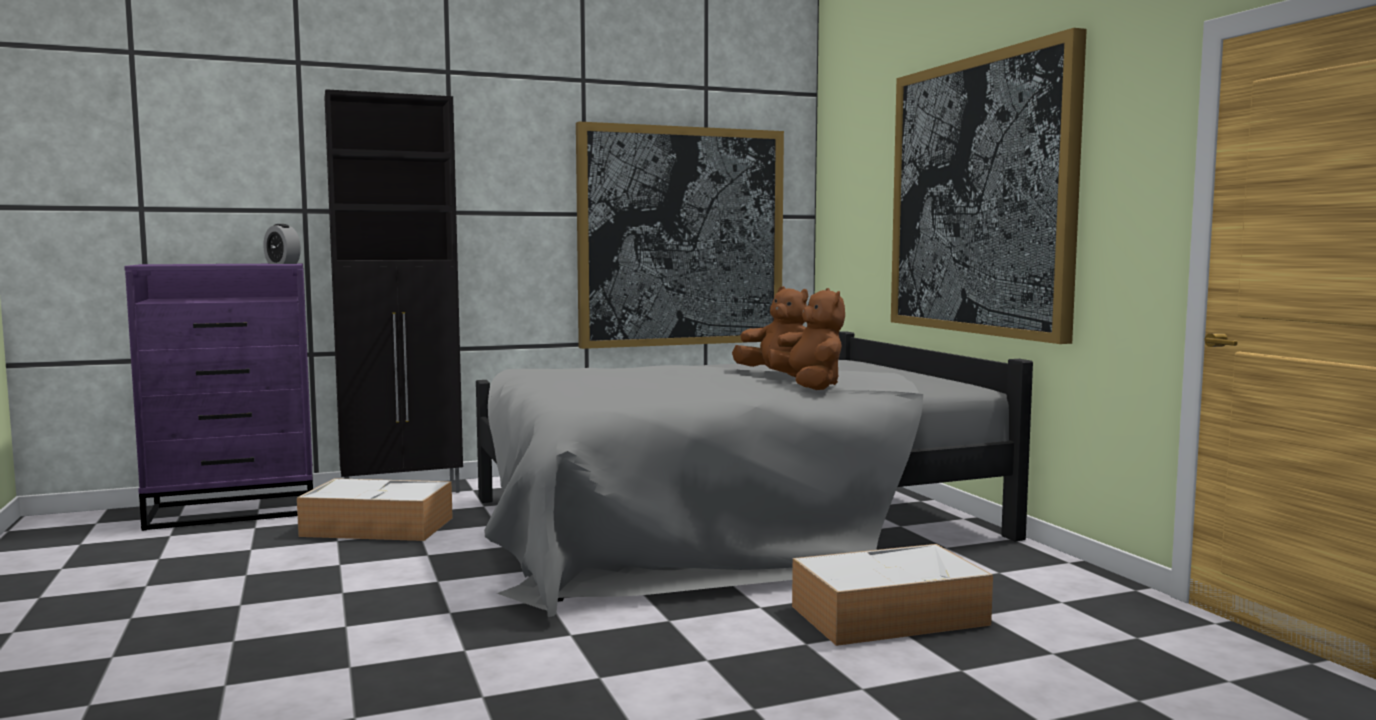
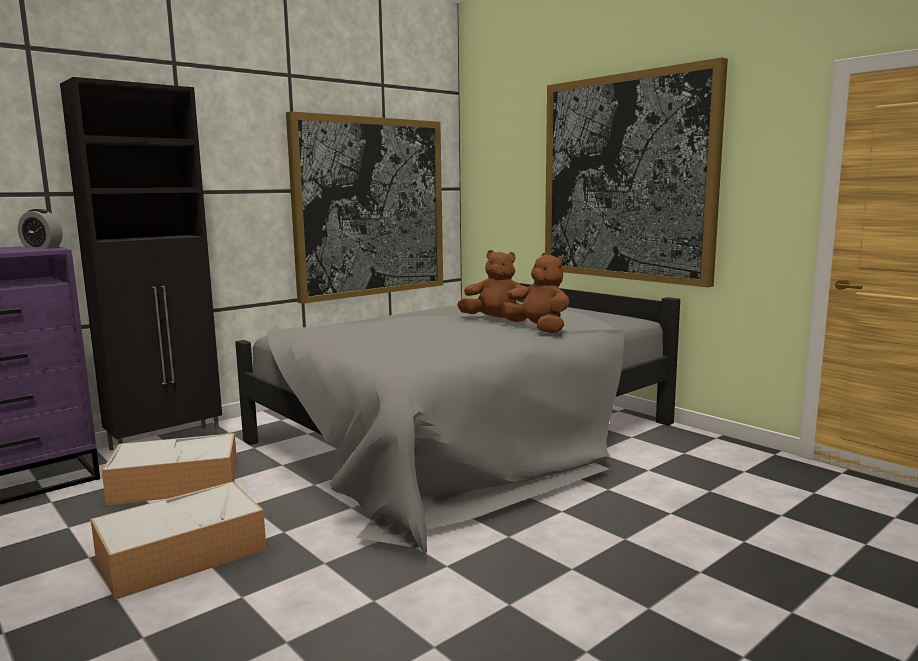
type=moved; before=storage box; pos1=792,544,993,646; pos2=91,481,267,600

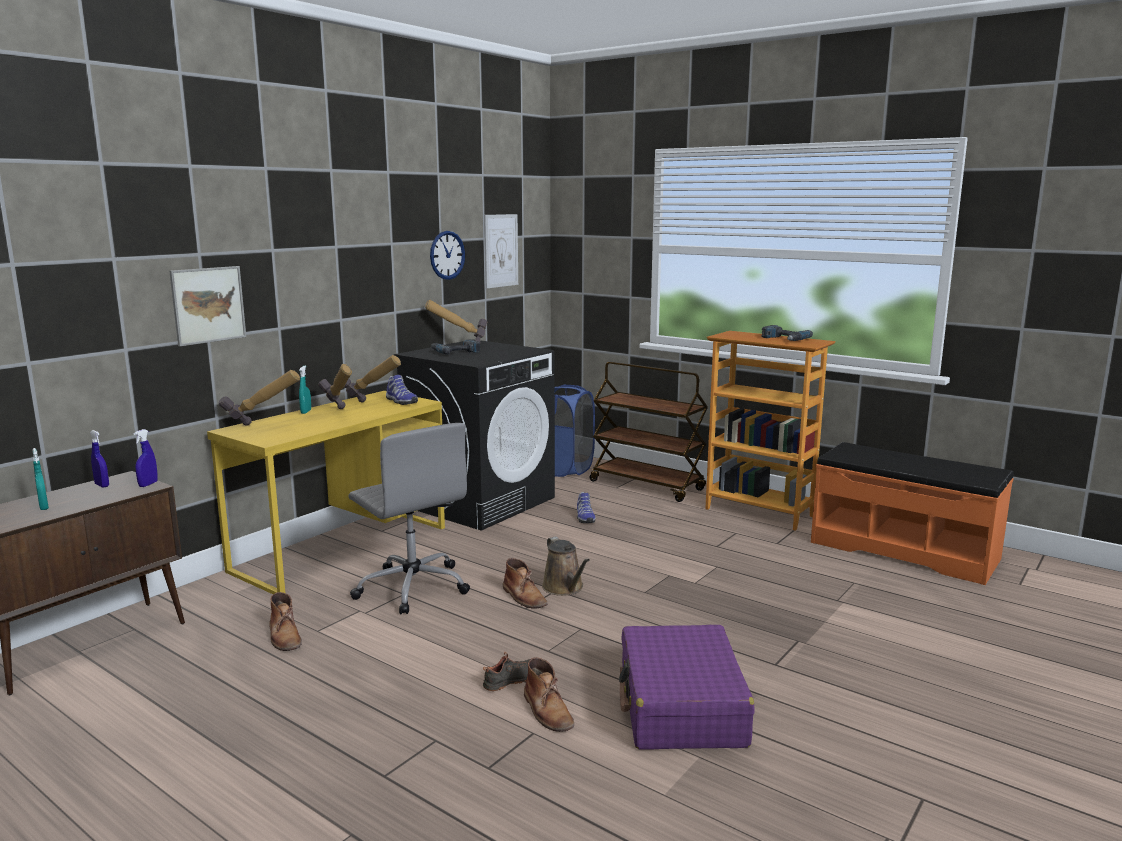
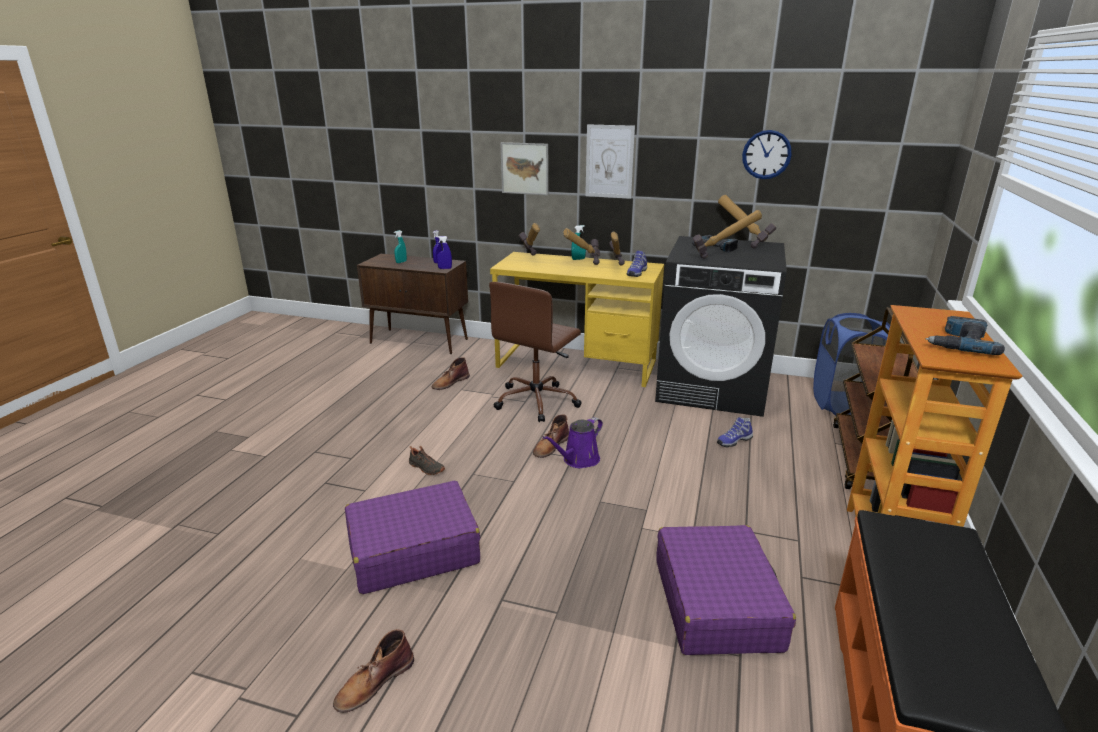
type=moved; before=picture; pos1=484,214,518,288; pos2=585,124,635,199
type=recoloured; before=office chair (grey); after=office chair (brown); pos1=349,423,470,614; pos2=489,282,582,422
type=recoloured; before=watering can (brown); after=watering can (purple); pos1=542,536,590,596; pos2=543,417,603,468
type=moved; before=boot (brown); pos1=524,657,574,732; pos2=333,629,414,713
type=added; after=hammer; pos2=693,210,762,258
type=added; after=suitcase (purple); pos2=656,525,796,655

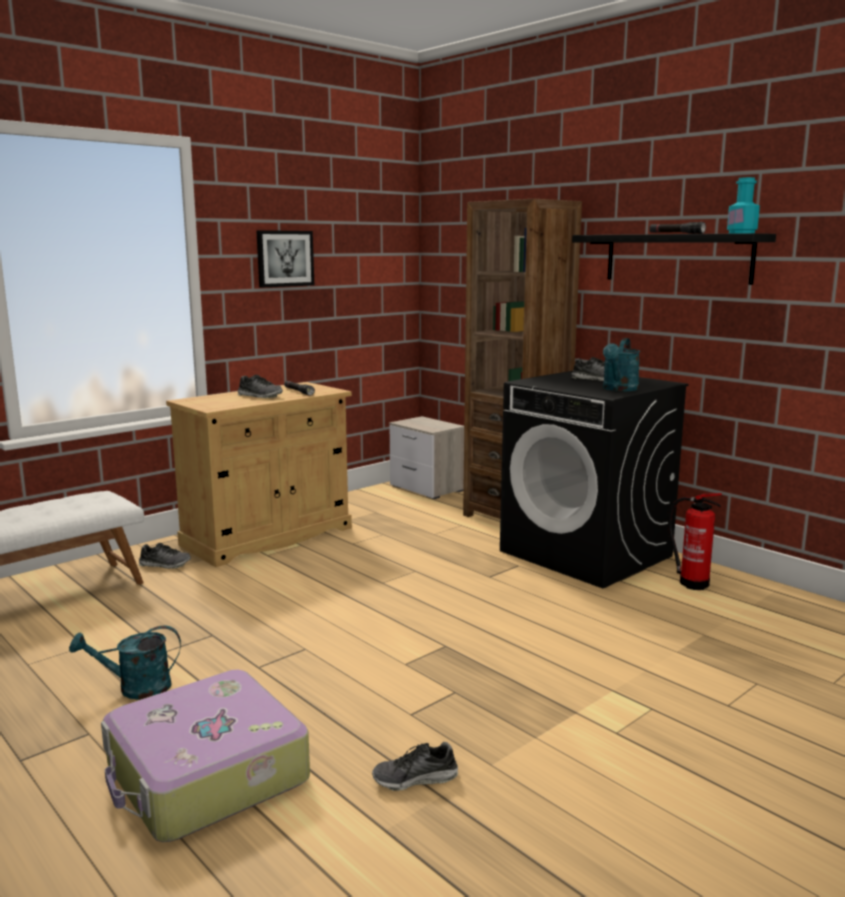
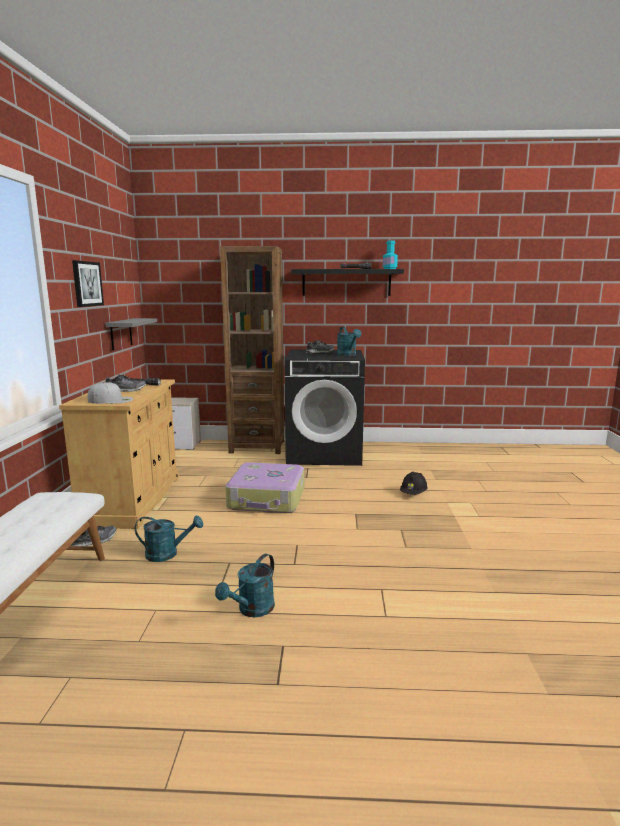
type=removed; before=fire extinguisher; pos1=668,493,722,590
type=moved; before=suitcase; pos1=101,670,310,842; pos2=225,462,304,513
type=removed; before=shoe; pos1=372,742,458,791
type=added; after=shelf (grey); pos2=105,318,157,351
type=added; after=cap (white); pos2=88,382,133,404
type=added; after=hard hat (black); pos2=400,472,428,495
type=added; after=watering can (turquoise); pos2=135,516,203,562

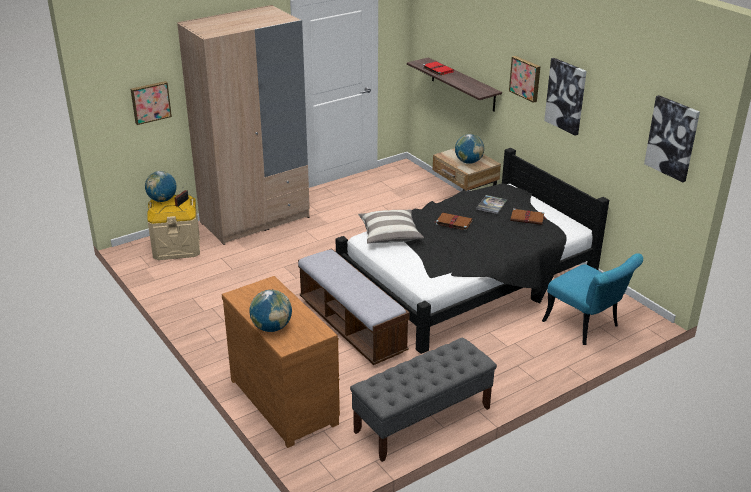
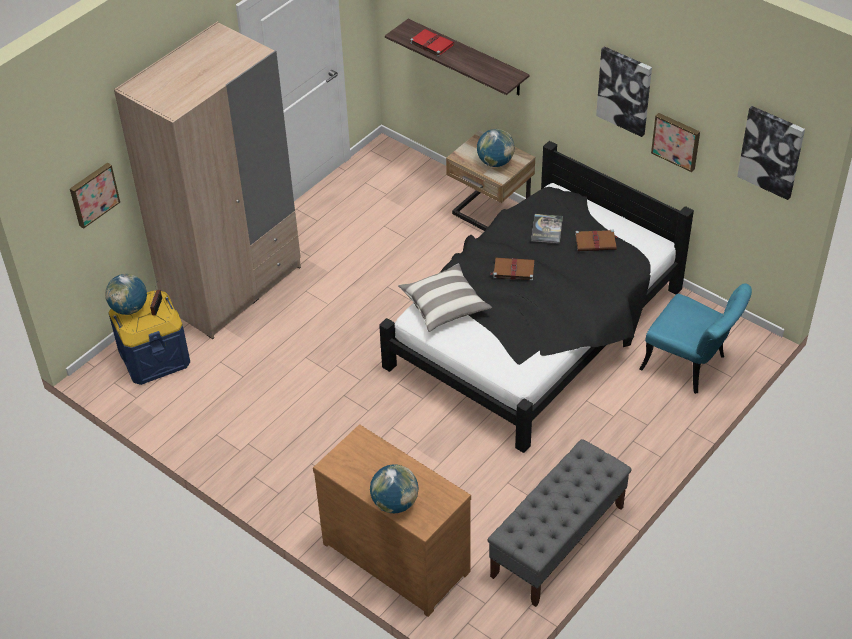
type=moved; before=picture; pos1=509,56,541,103; pos2=651,113,700,172
type=recoloured; before=storage box (beige); after=storage box (blue); pos1=147,195,200,260; pos2=109,290,190,385
type=removed; before=bench; pos1=298,248,410,365

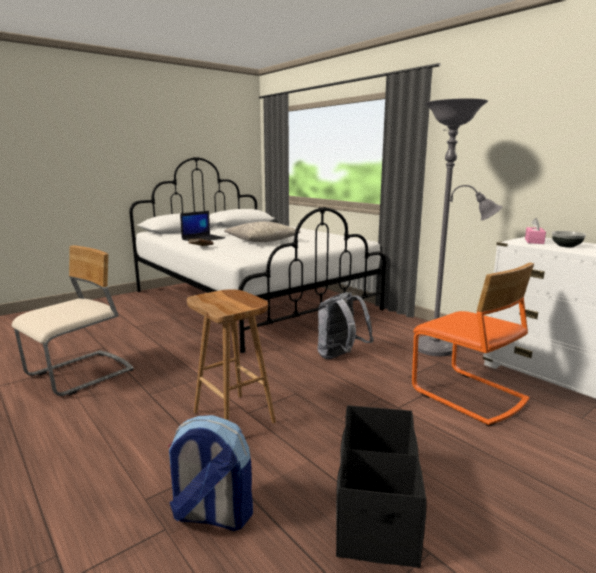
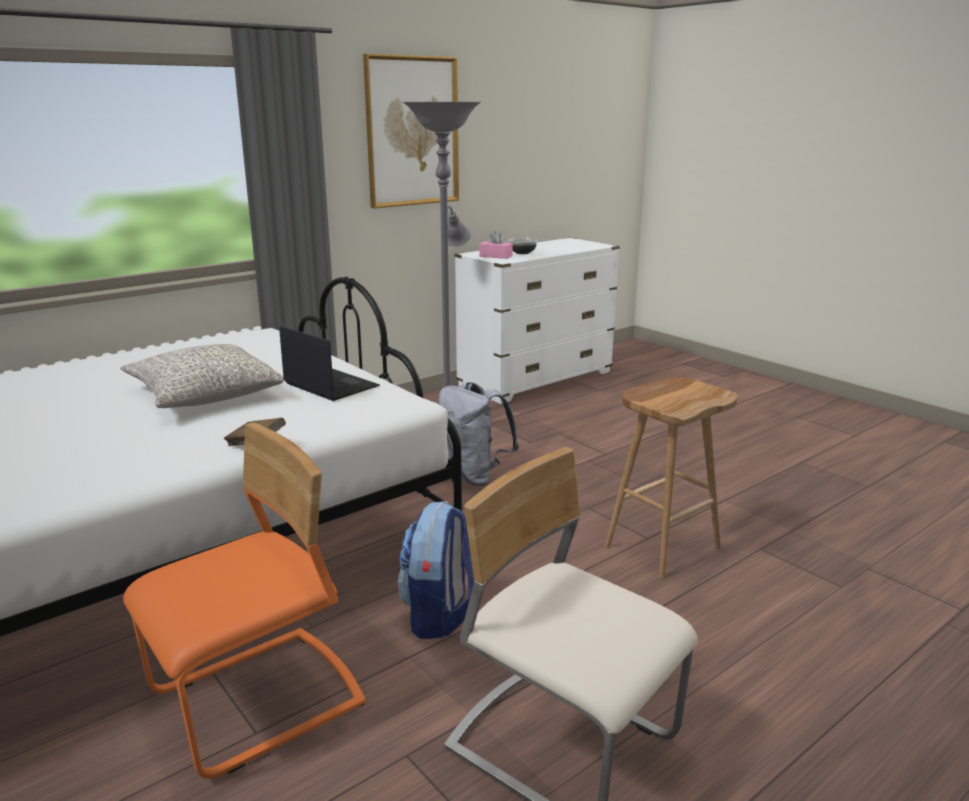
type=moved; before=laptop; pos1=180,211,225,241; pos2=279,326,380,401
type=moved; before=chair (orange); pos1=412,263,534,426; pos2=123,422,366,779
type=removed; before=storage box (black); pos1=336,405,427,568
type=moved; before=backpack; pos1=168,415,253,531; pos2=397,501,475,639
type=added; after=picture; pos2=363,54,459,209

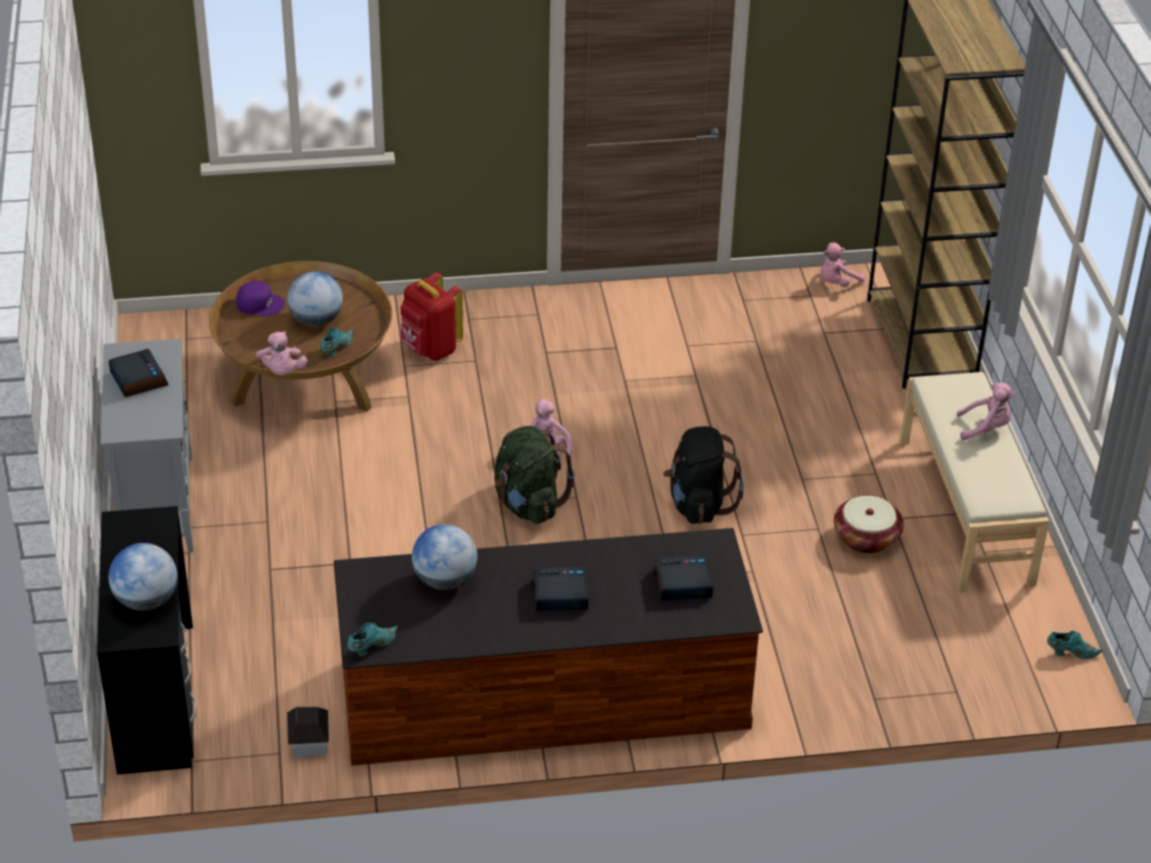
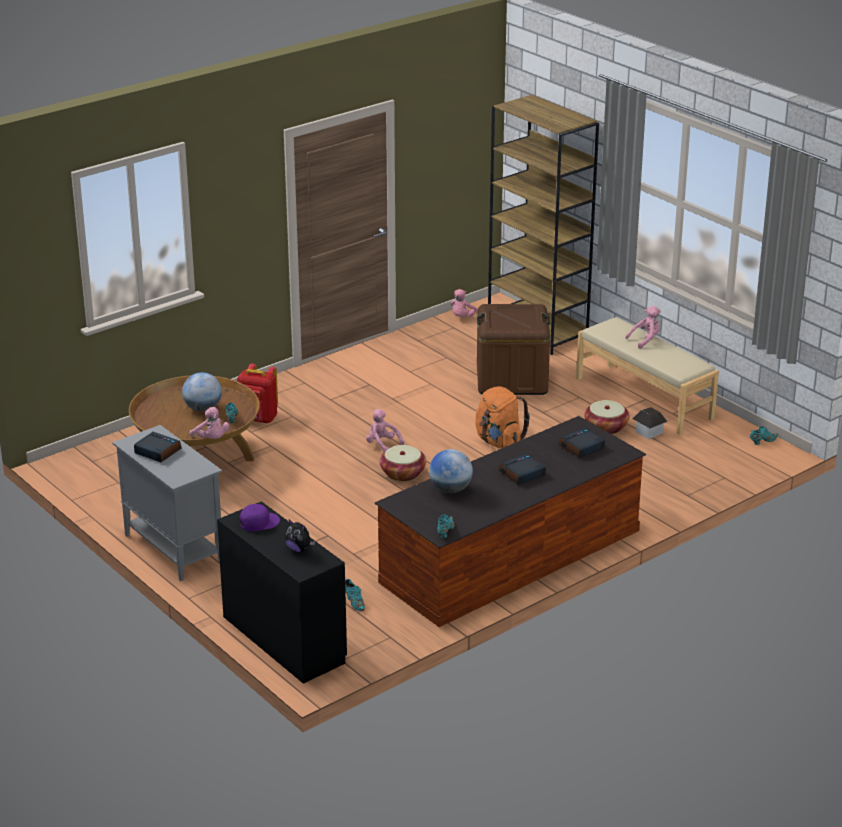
type=moved; before=cap (purple); pos1=236,281,285,316; pos2=240,504,280,532
type=replaced; before=backpack (green); after=basket; pos1=495,426,575,524; pos2=379,445,426,481
type=recoloured; before=backpack (black); after=backpack (orange); pos1=663,426,744,524; pos2=475,386,530,448
type=replaced; before=globe; after=plush toy; pos1=109,543,177,611; pos2=285,520,315,552
type=moved; before=toy house; pos1=287,707,329,758; pos2=632,407,668,439
type=added; after=storage box (brown); pos2=477,304,550,395
type=added; after=shoe (turquoise); pos2=345,579,365,611

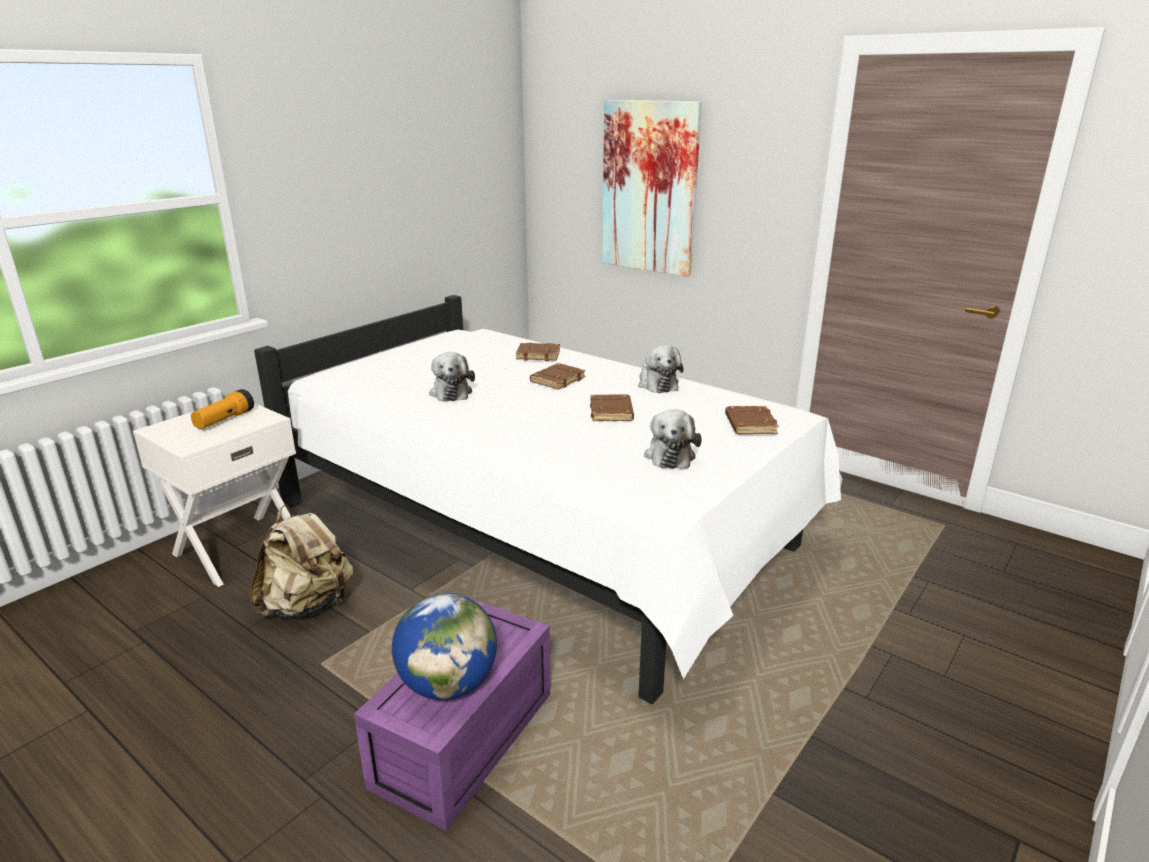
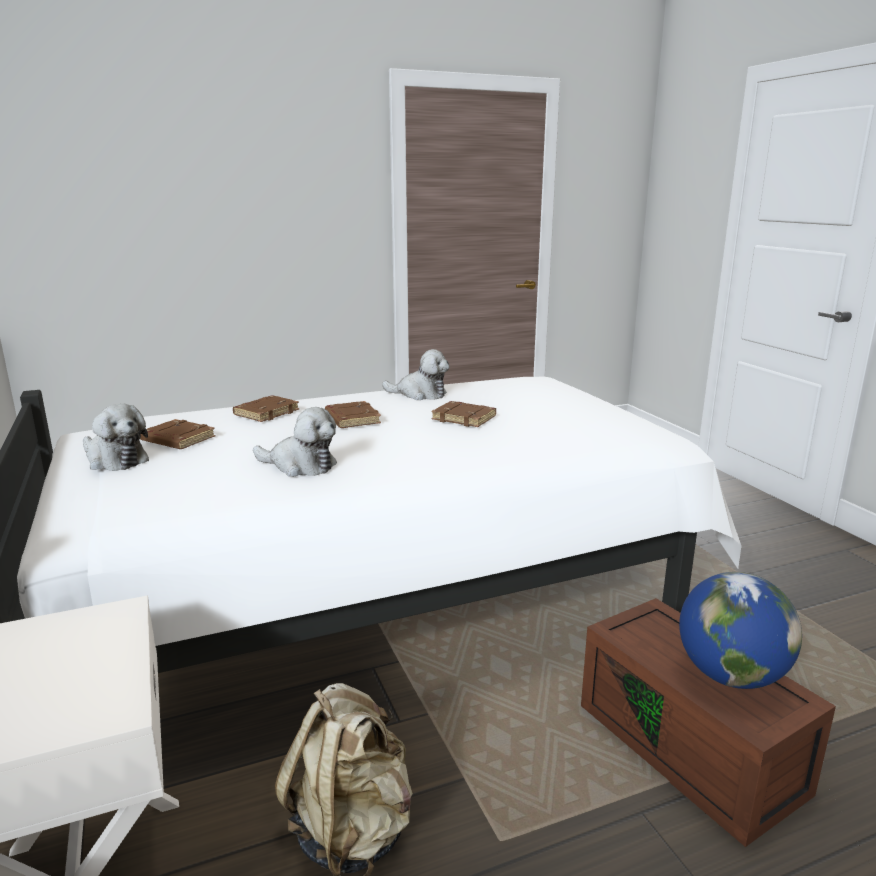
type=removed; before=picture; pos1=602,100,702,277
type=removed; before=flashlight; pos1=191,389,254,429
type=moved; before=book (brown); pos1=725,406,779,434; pos2=140,419,216,449
type=moved; before=plush toy; pos1=644,409,702,469; pos2=83,404,149,471
type=recoloured; before=storage box (purple); after=storage box (brown); pos1=354,600,551,831; pos2=581,598,836,847

